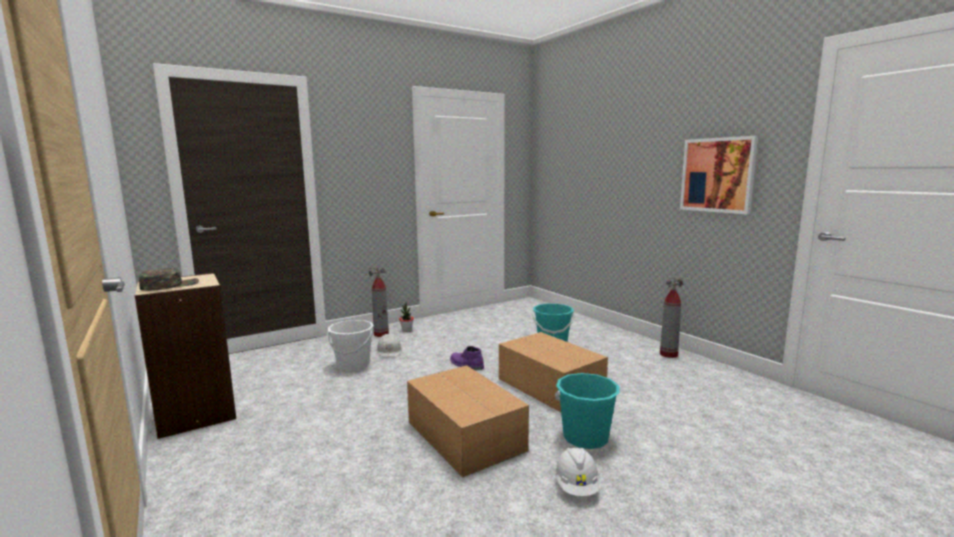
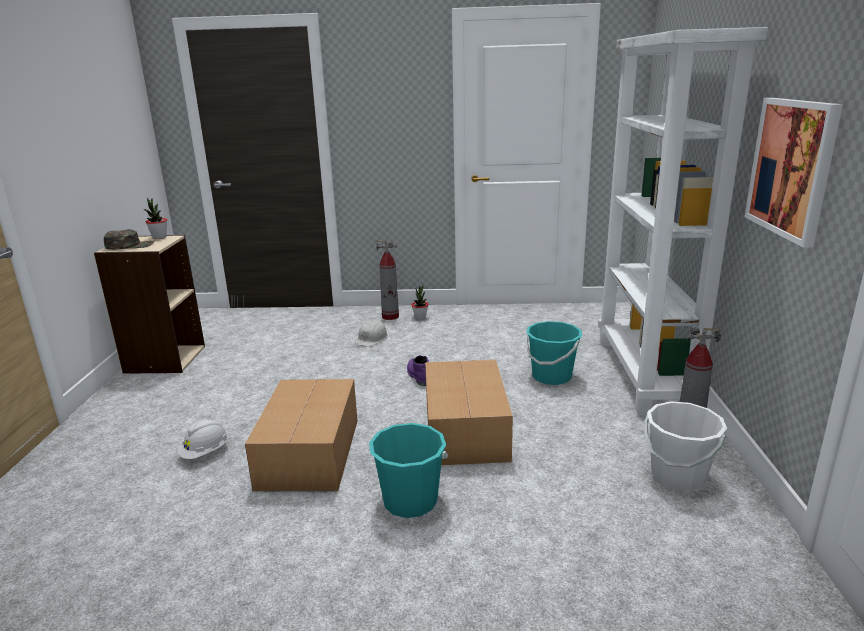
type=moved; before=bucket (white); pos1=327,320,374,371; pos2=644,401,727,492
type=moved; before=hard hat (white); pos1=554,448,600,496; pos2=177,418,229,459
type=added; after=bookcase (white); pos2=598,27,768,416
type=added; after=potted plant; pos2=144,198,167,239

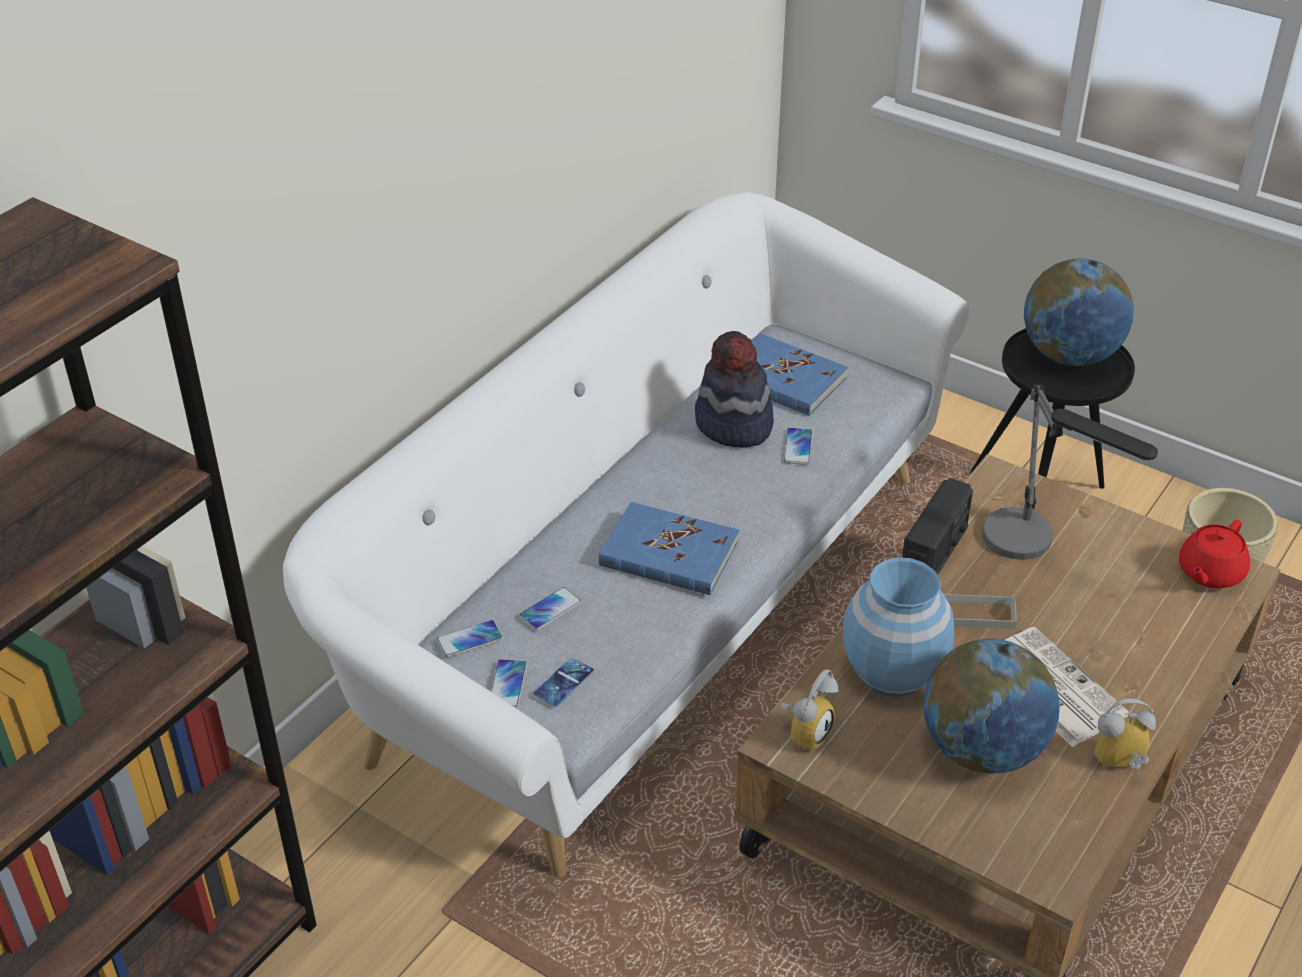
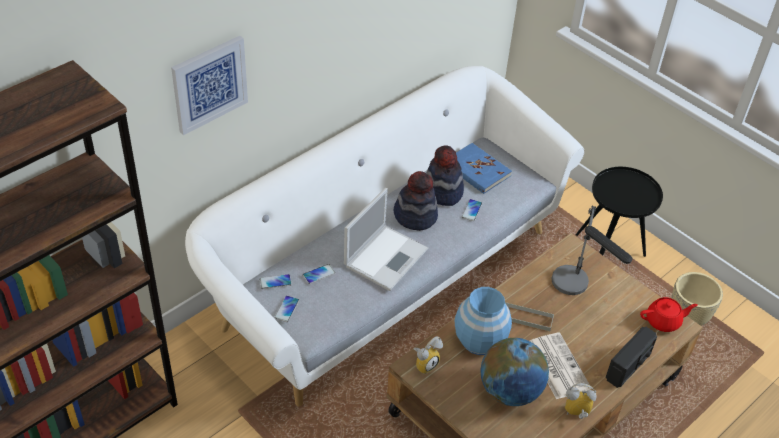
type=removed; before=globe; pos1=1024,258,1134,366
type=moved; before=radio; pos1=902,478,973,575; pos2=606,327,657,388
type=replaced; before=book (blue); after=laptop; pos1=599,502,739,595; pos2=344,188,428,291
type=turned; before=teapot (red); pos1=1179,520,1250,588; pos2=640,297,698,332; turn=-150
type=removed; before=phone; pos1=534,658,594,707
type=added; after=picture; pos2=171,36,248,135
type=added; after=hat; pos2=394,171,438,231

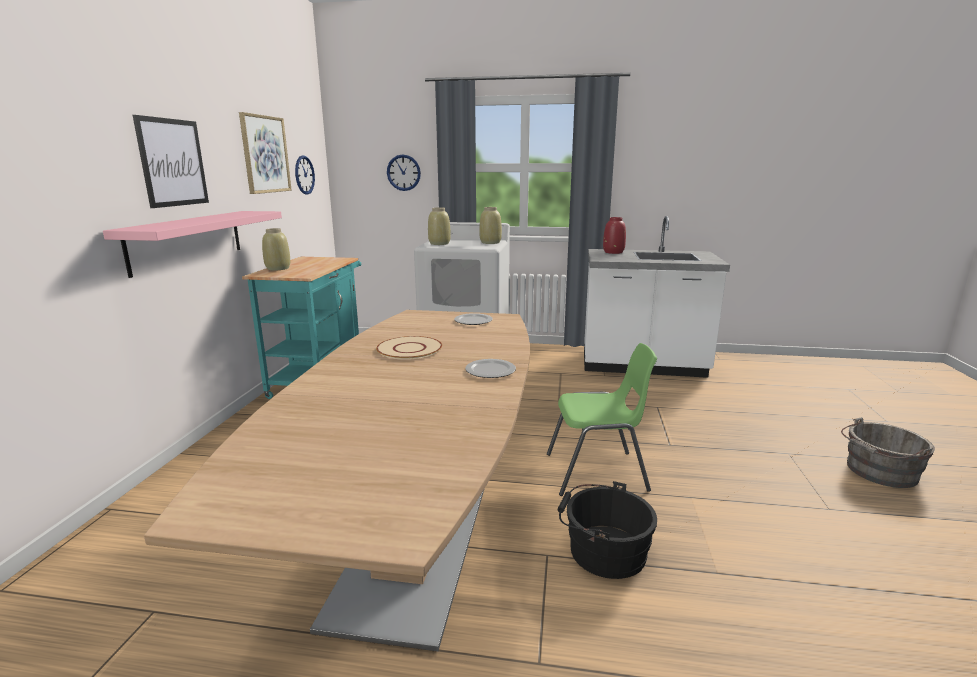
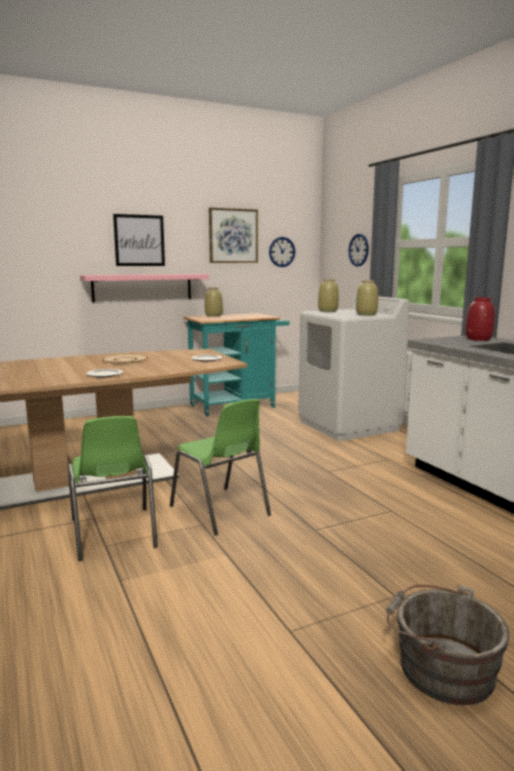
type=replaced; before=bucket (black); after=chair (green); pos1=557,481,657,579; pos2=67,416,158,561

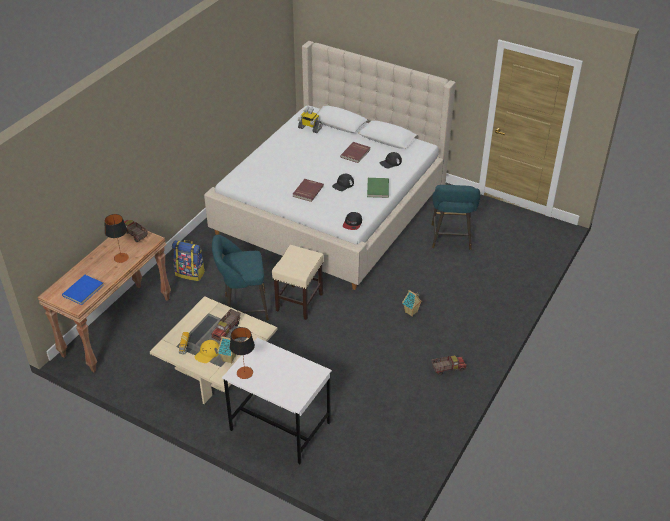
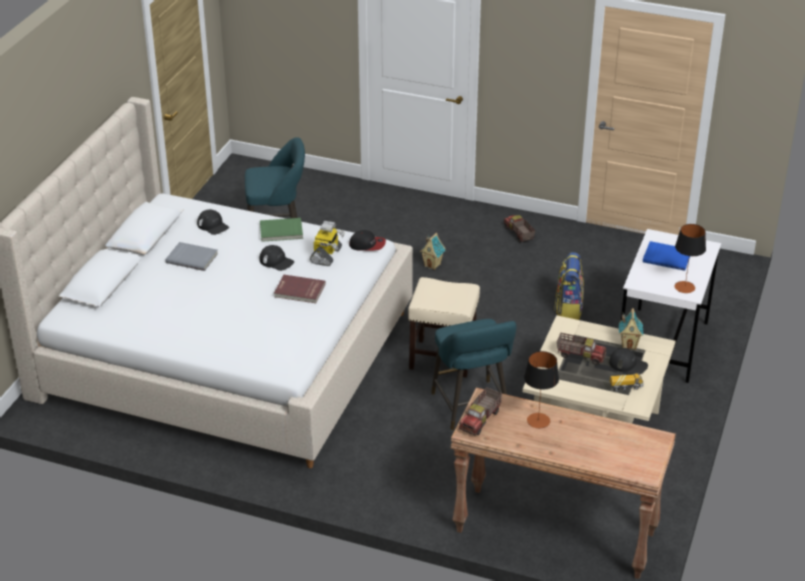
type=moved; before=toy robot; pos1=298,107,322,133; pos2=310,221,345,266
type=recoloured; before=book (red); after=book (grey); pos1=340,142,370,163; pos2=165,242,218,271
type=moved; before=backpack; pos1=172,240,205,281; pos2=554,252,584,320
type=moved; before=book (blue); pos1=62,275,104,305; pos2=643,241,690,271
type=recoloured; before=cap (yellow); after=cap (black); pos1=194,340,219,363; pos2=609,348,648,375

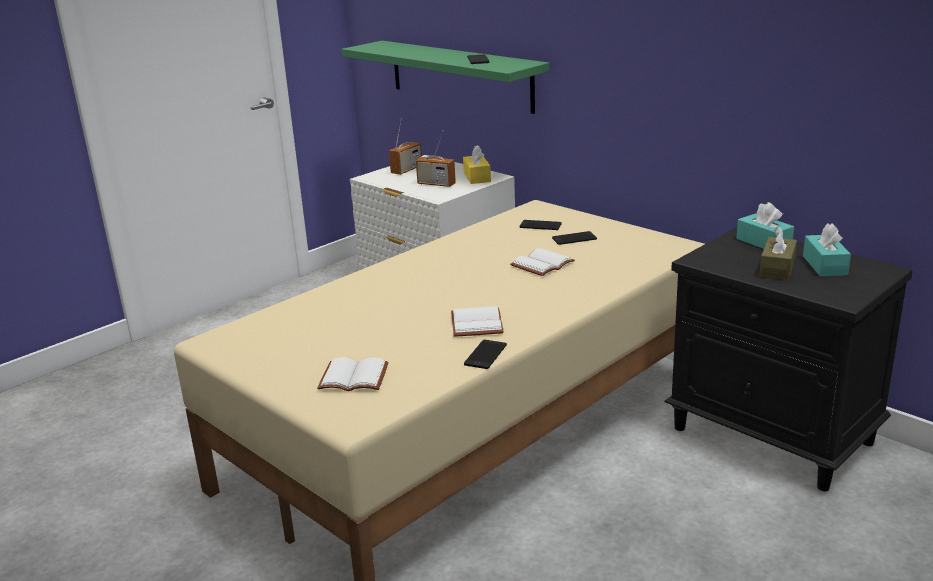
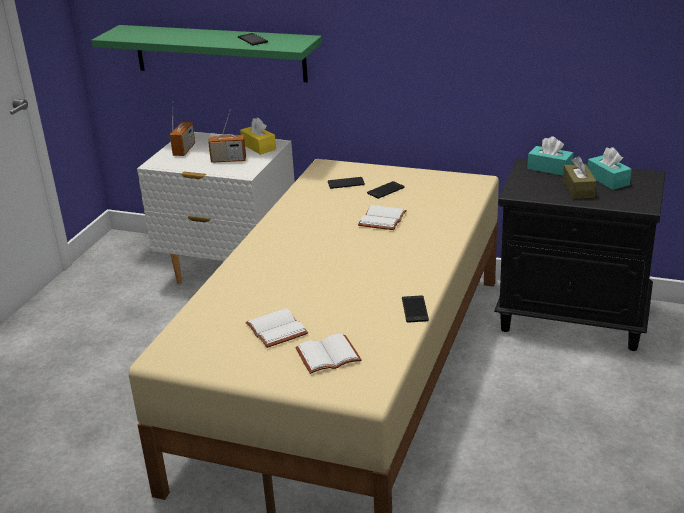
type=moved; before=book (white); pos1=451,306,504,337; pos2=245,308,308,348

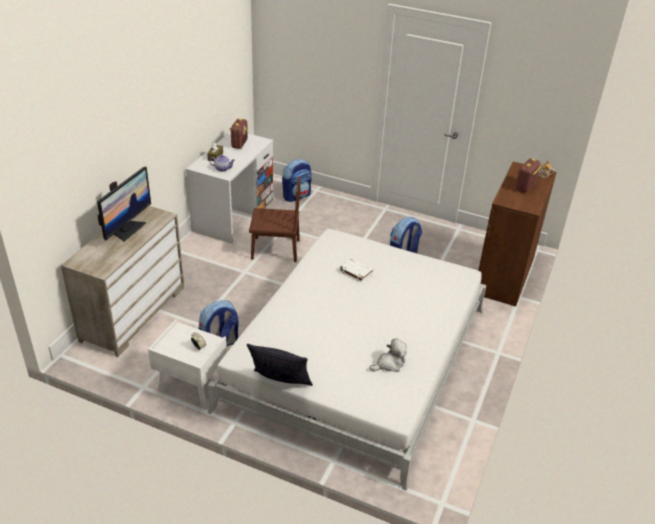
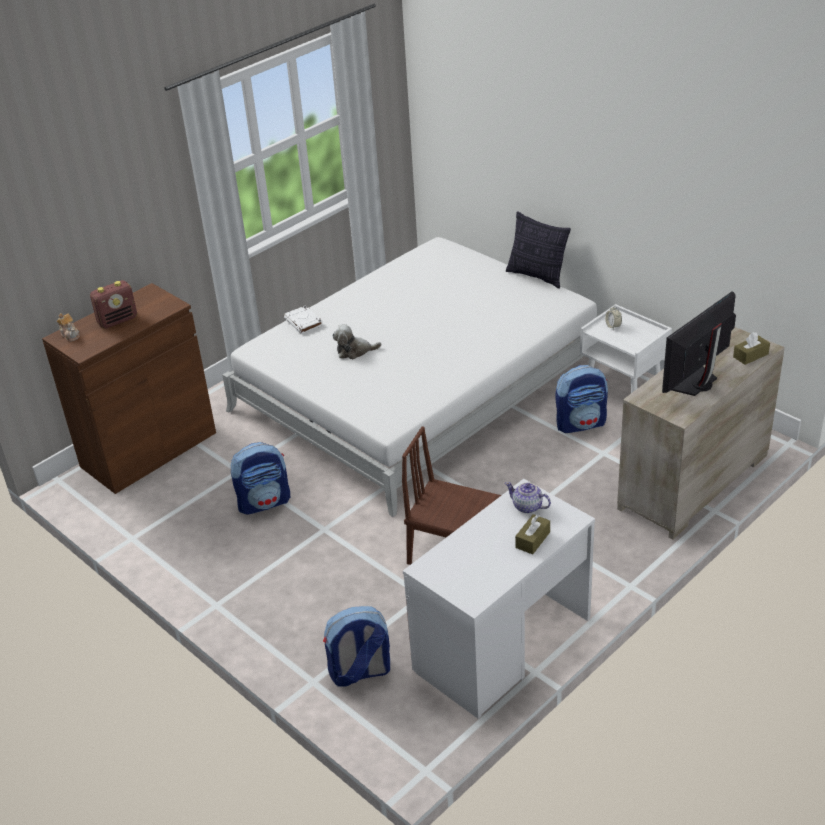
type=removed; before=radio; pos1=230,118,248,149
type=moved; before=book (white); pos1=339,258,373,282; pos2=284,306,323,334
type=moved; before=plush toy; pos1=369,338,408,372; pos2=332,324,381,359
type=added; after=tissue box (brown); pos2=733,332,770,365

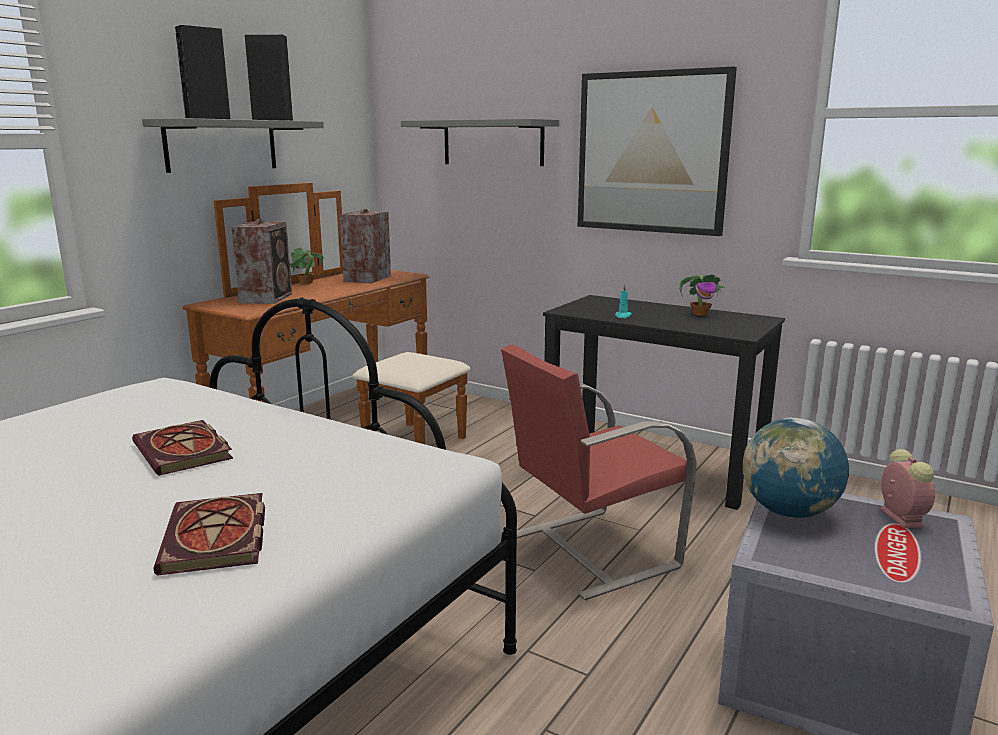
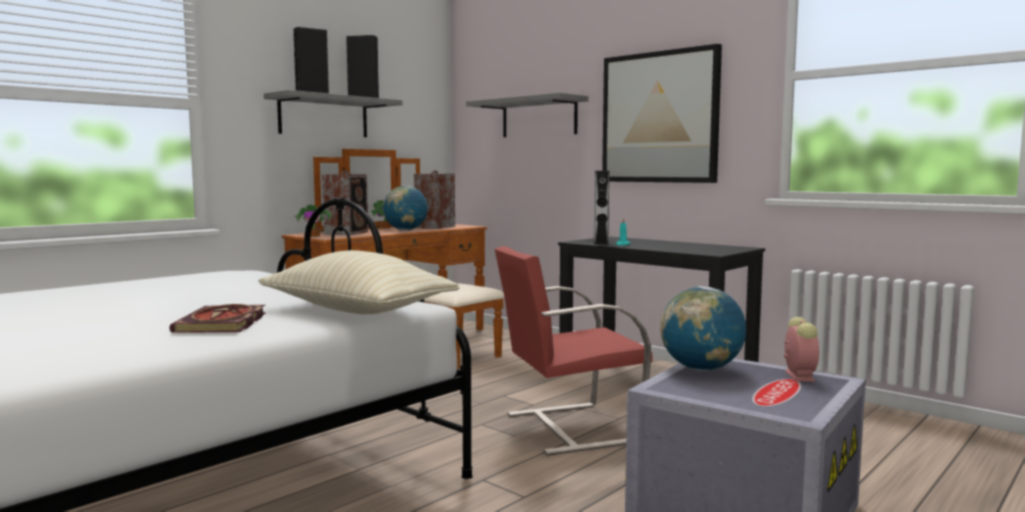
type=moved; before=potted plant; pos1=679,274,725,315; pos2=294,204,332,237
type=removed; before=book; pos1=132,420,233,476
type=added; after=speaker (grey); pos2=593,171,609,244
type=added; after=globe; pos2=383,186,428,231
type=added; after=pillow (beige); pos2=258,250,460,314

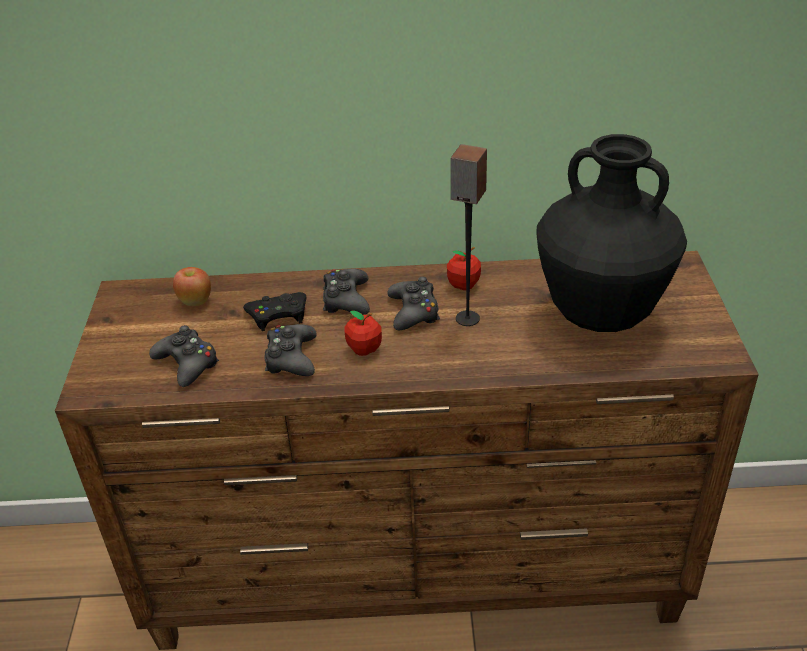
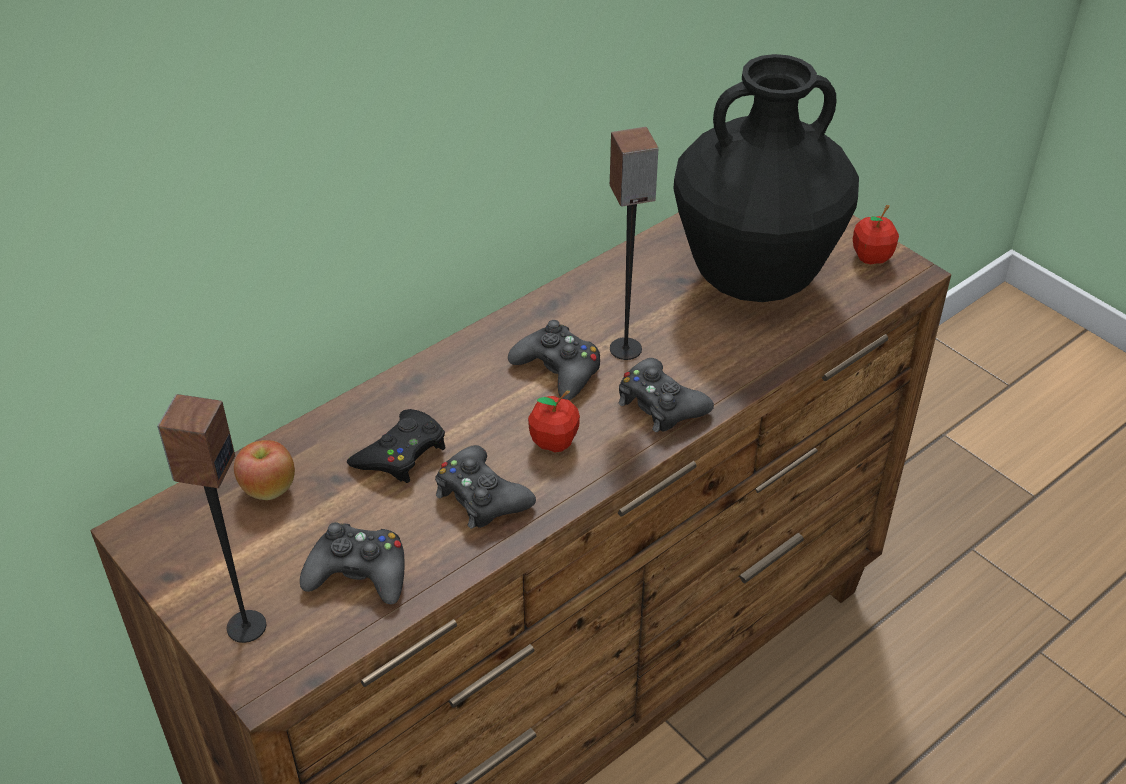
type=moved; before=apple; pos1=447,247,481,290; pos2=853,205,899,264
type=moved; before=game controller (black); pos1=323,269,370,315; pos2=619,358,714,432
type=added; after=speaker; pos2=157,394,266,643

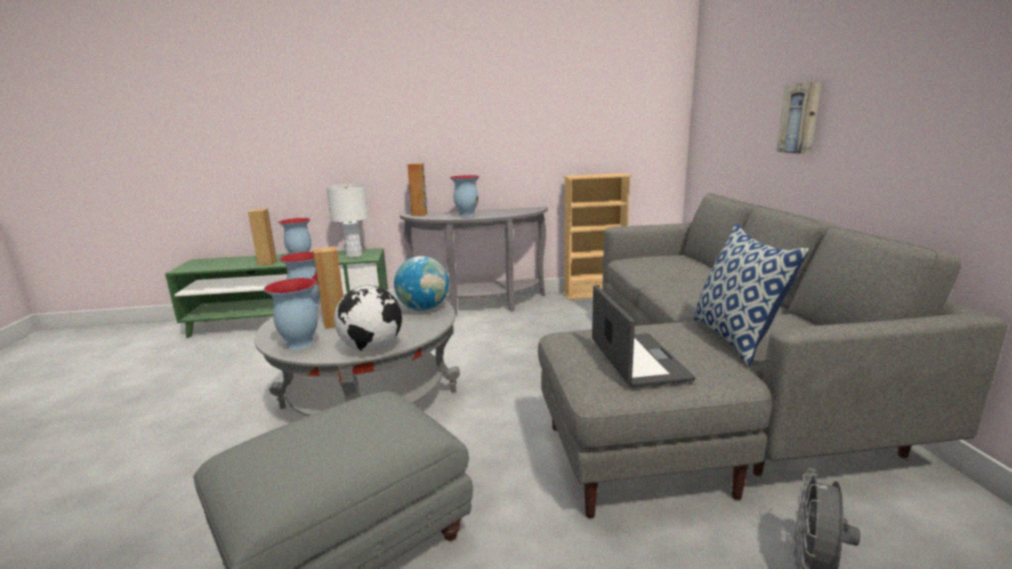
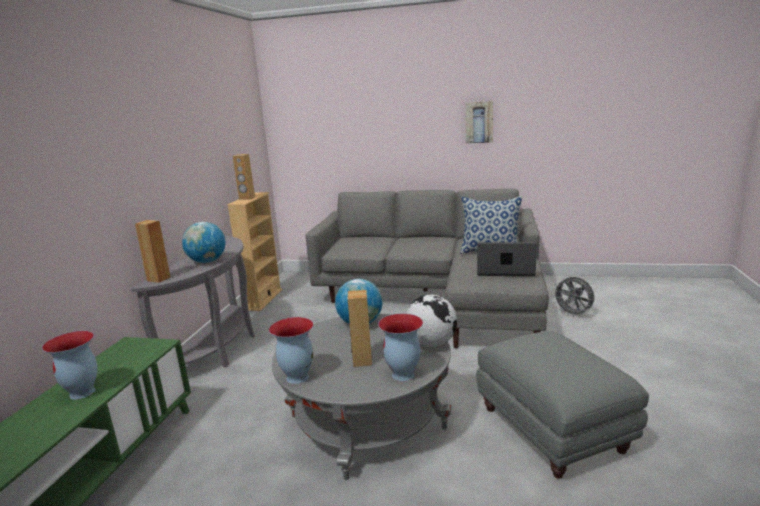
type=moved; before=picture; pos1=776,82,822,154; pos2=466,101,493,144
type=replaced; before=vase; after=globe; pos1=450,175,480,217; pos2=182,222,226,263
type=removed; before=table lamp (white); pos1=326,184,368,257
type=moved; before=speaker (brown); pos1=248,209,277,266; pos2=233,154,255,200

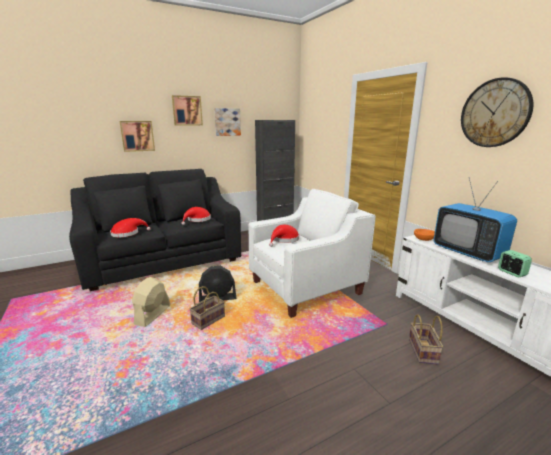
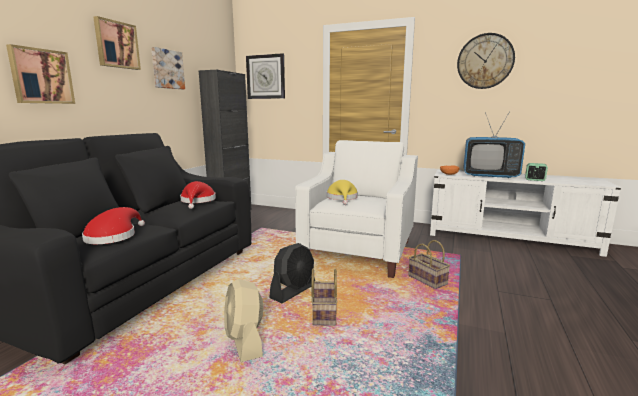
type=recoloured; before=hat (red); after=hat (yellow); pos1=269,225,299,247; pos2=327,180,358,205
type=moved; before=basket; pos1=409,314,443,364; pos2=408,240,450,289
type=added; after=wall clock; pos2=246,53,285,99

